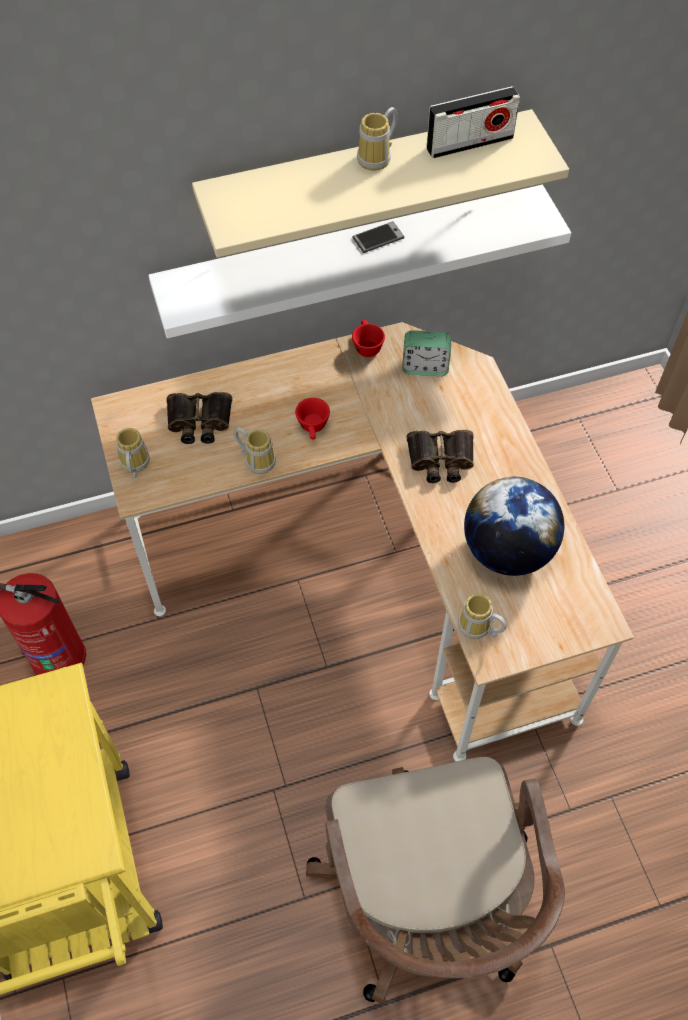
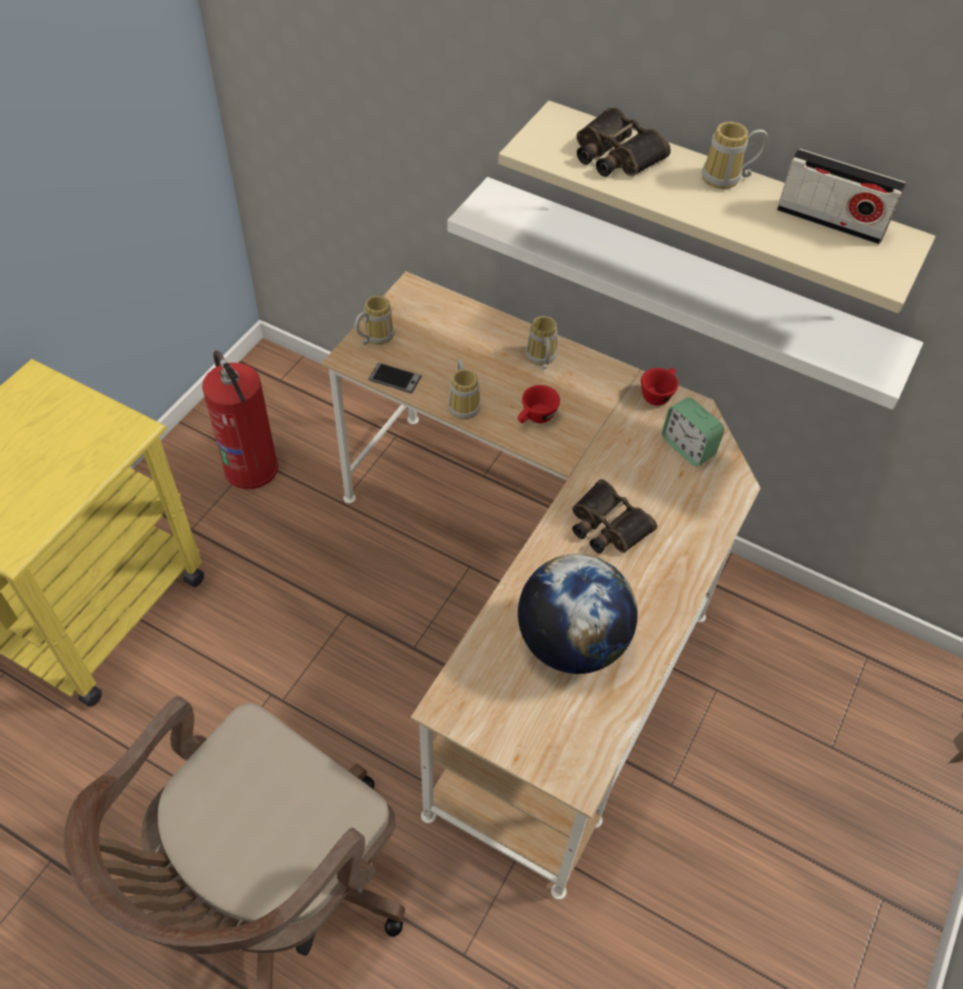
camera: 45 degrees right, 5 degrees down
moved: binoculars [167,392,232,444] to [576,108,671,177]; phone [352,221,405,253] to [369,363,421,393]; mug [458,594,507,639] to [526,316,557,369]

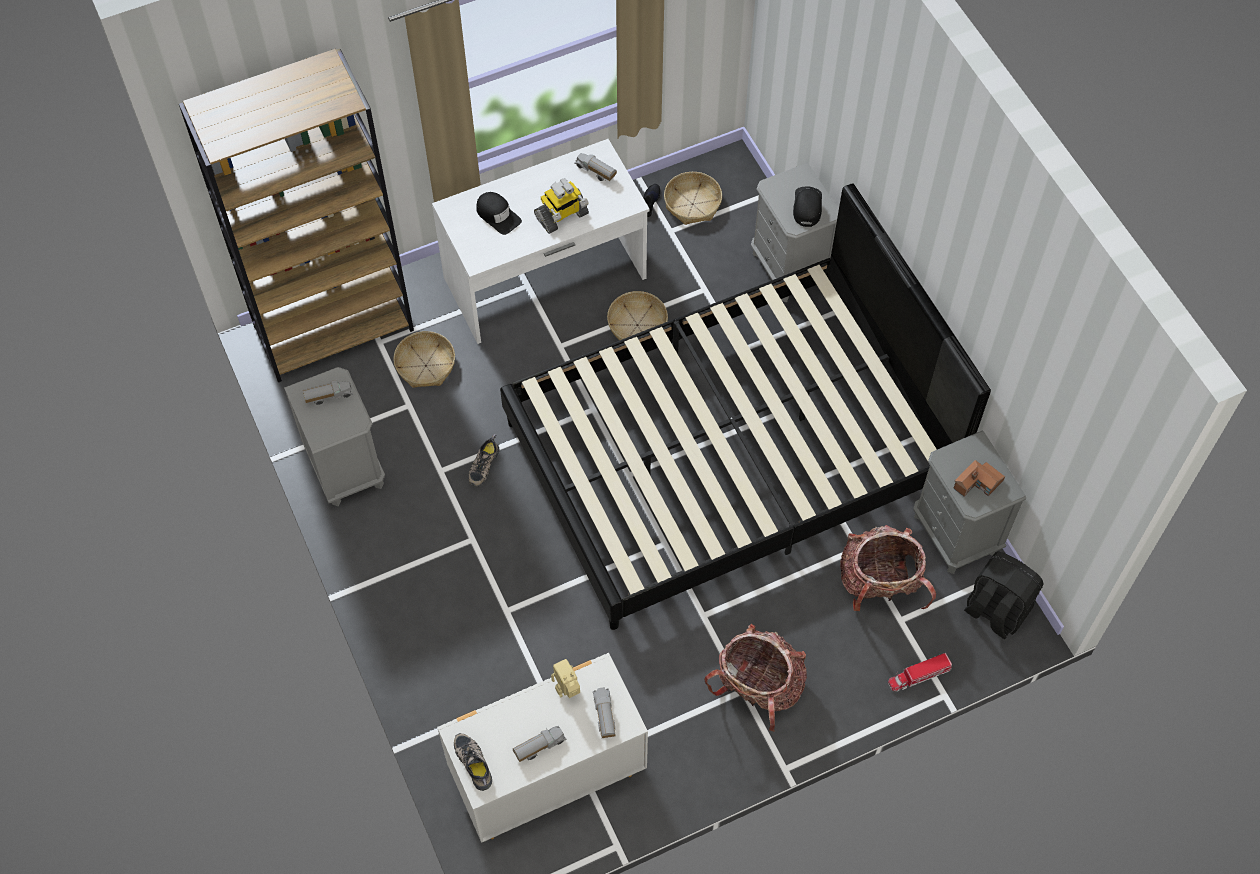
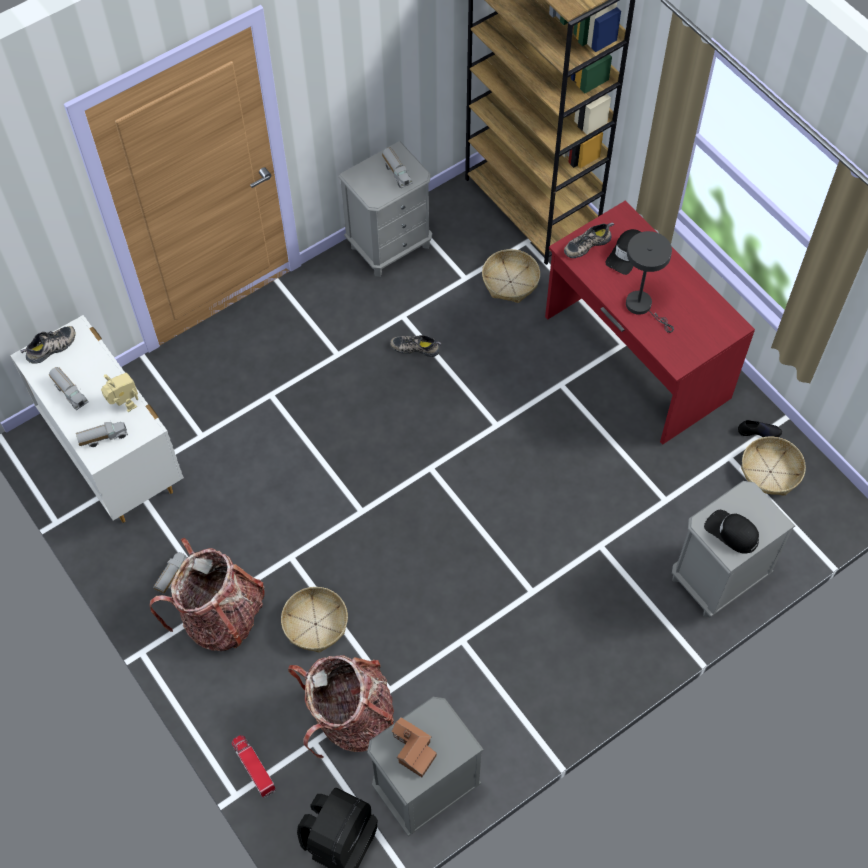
camera: 80 degrees right, 0 degrees up
removed: black bed [500,183,991,630]
added: shoe [564,223,614,258]
moved: toy truck [575,153,617,181] to [153,552,188,594]; basket [607,291,668,340] to [281,587,348,653]
replaced: toy robot [534,178,589,234] to grey table lamp [626,231,674,333]
recoloured: white desk [432,139,650,344] to red desk [545,200,755,445]
turned: black cap [793,187,822,227] = [704,510,759,554] 135 degrees counterclockwise

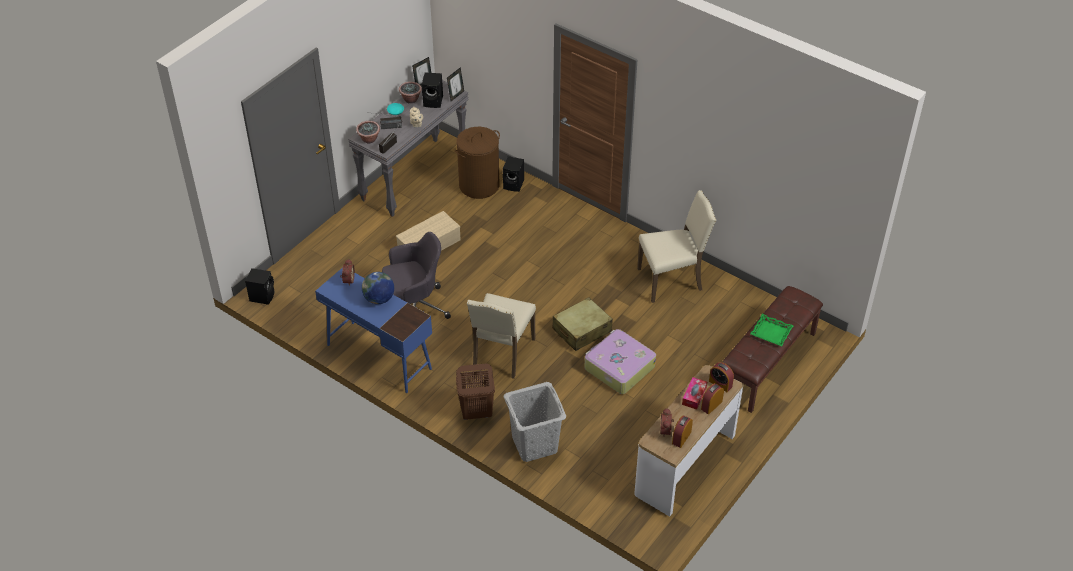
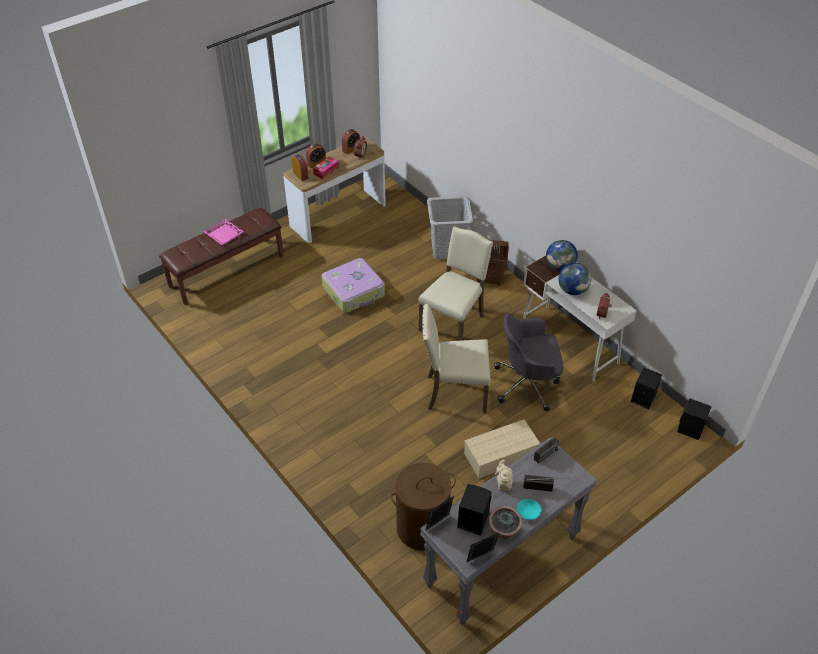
camera: 165 degrees left, 0 degrees up
removed: potted plant [356,121,380,143]; beige suitcase [552,297,613,351]
added: globe [546,240,578,271]
moved: black speaker [503,156,524,192] to [631,368,662,409]; beige chair [637,190,717,303] to [423,304,491,413]
recoloured: blue desk [315,268,432,393] to white desk [523,255,637,382]; green tray [750,314,793,346] to pink tray [203,219,244,245]

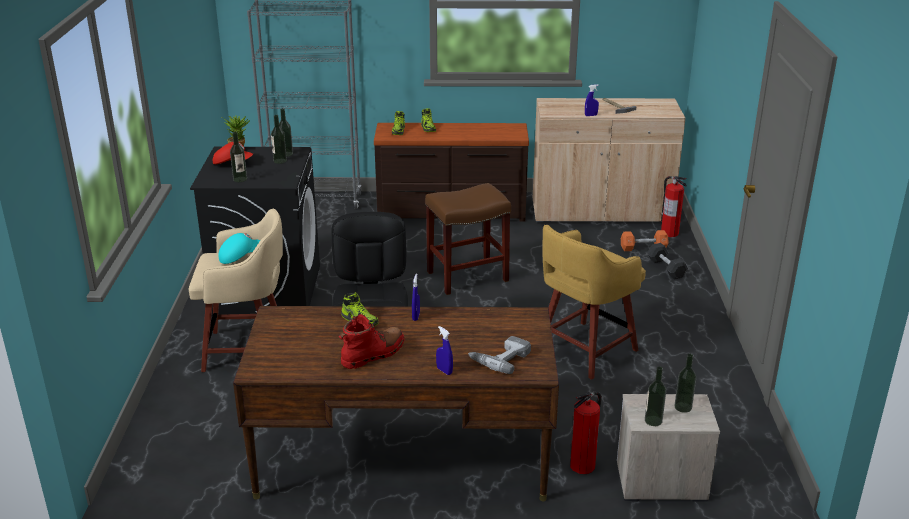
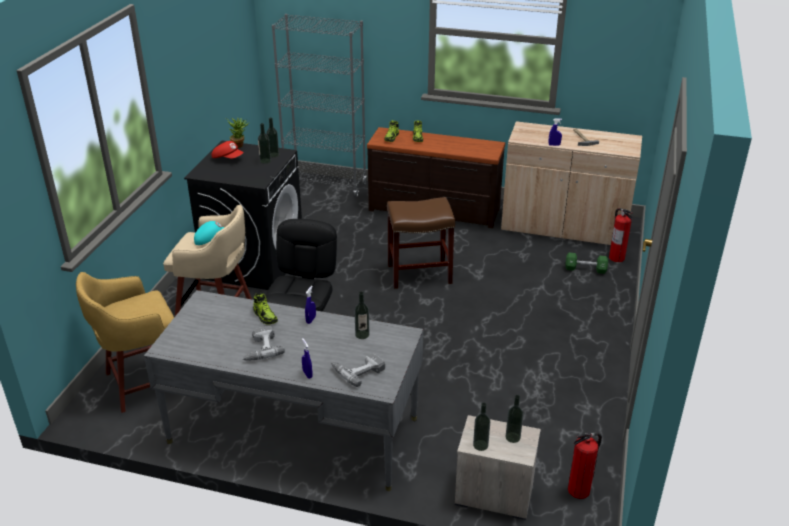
camera: 15 degrees right, 5 degrees up
removed: black dumbbell [647,243,688,279]
moved: bottle [230,132,247,182] to [354,292,369,339]; yellow stool [542,225,646,380] to [76,272,174,413]; fire extinguisher [570,391,602,474] to [568,432,602,499]
replaced: red boot [338,314,405,369] to power drill [242,326,285,361]
recoloured: brown desk [233,306,559,501] to grey desk [144,290,423,491]; orange dumbbell [621,230,669,251] to green dumbbell [565,253,608,274]

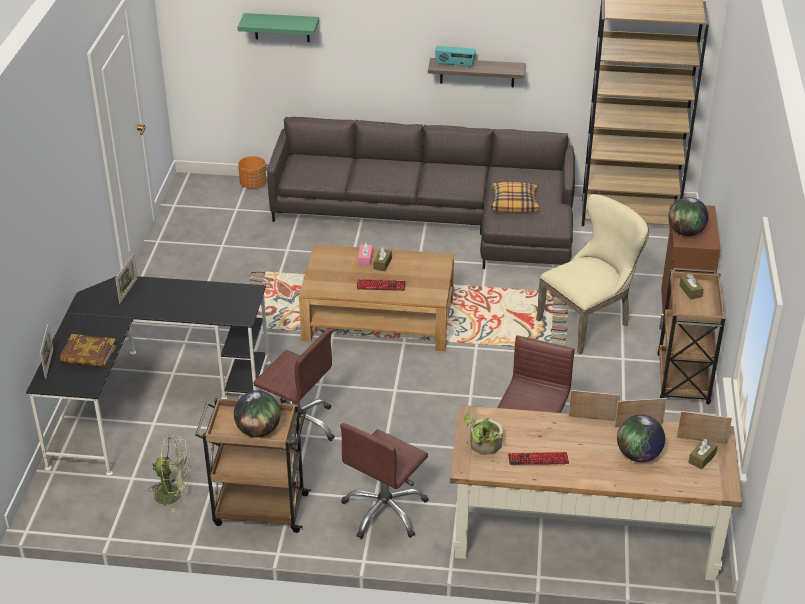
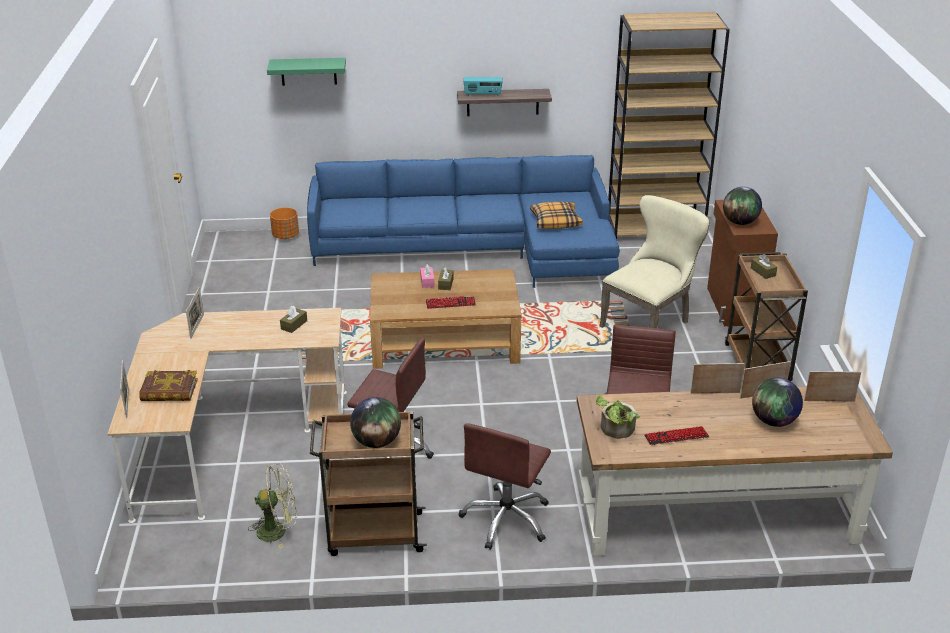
camera: 10 degrees left, 5 degrees down
moved: brown tissue box [688,439,718,470] to [280,306,307,333]
recoloured: black desk [26,276,271,476] to beige desk [108,308,347,523]; grey sofa [267,117,575,269] to blue sofa [307,155,620,288]

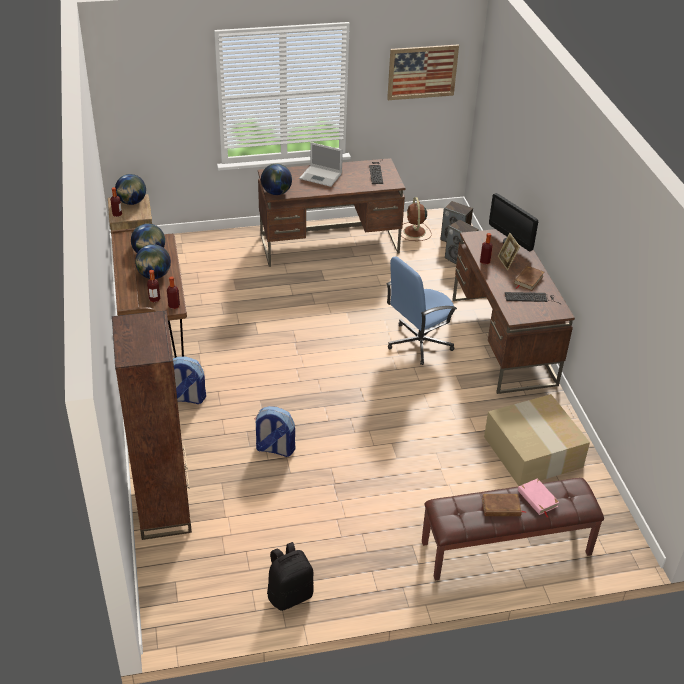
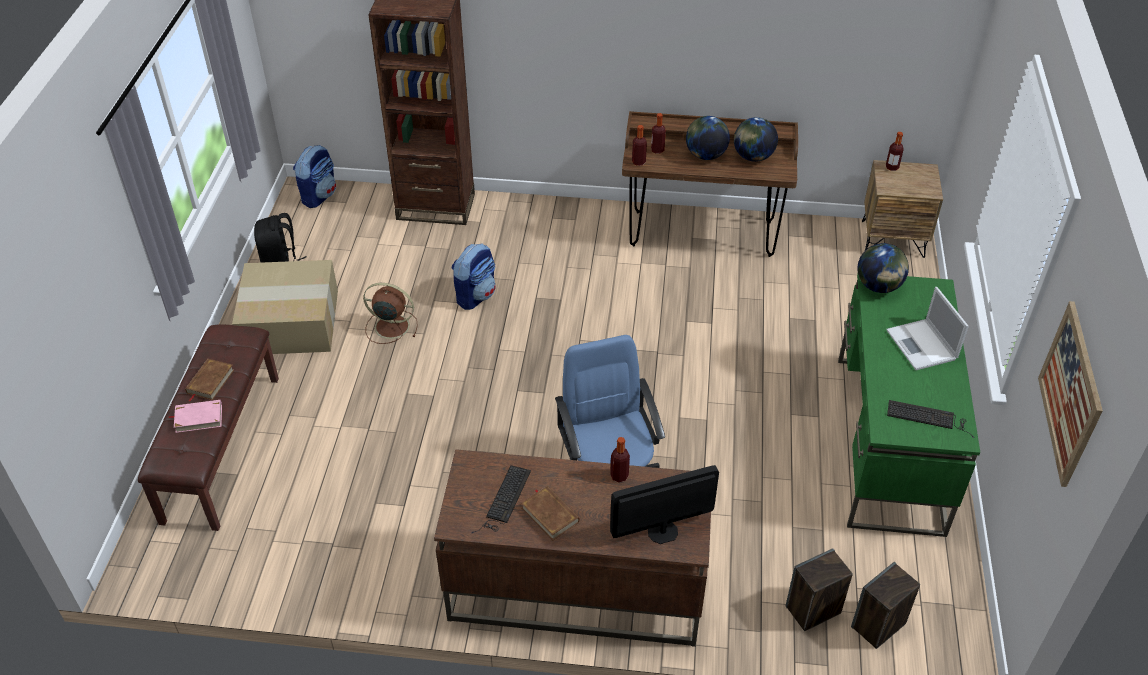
camera: 110 degrees right, 5 degrees up
removed: globe [115,174,146,205]; picture frame [498,233,520,270]
moved: backpack [173,356,206,404] to [293,145,336,208]; brown fan [402,197,432,241] to [363,283,418,344]; cardboard box [484,394,590,486] to [232,260,338,354]
recoloured: brown desk [258,158,406,267] to green desk [838,274,980,537]
turned: laptop [299,142,343,187] = [886,287,969,370] 60 degrees counterclockwise

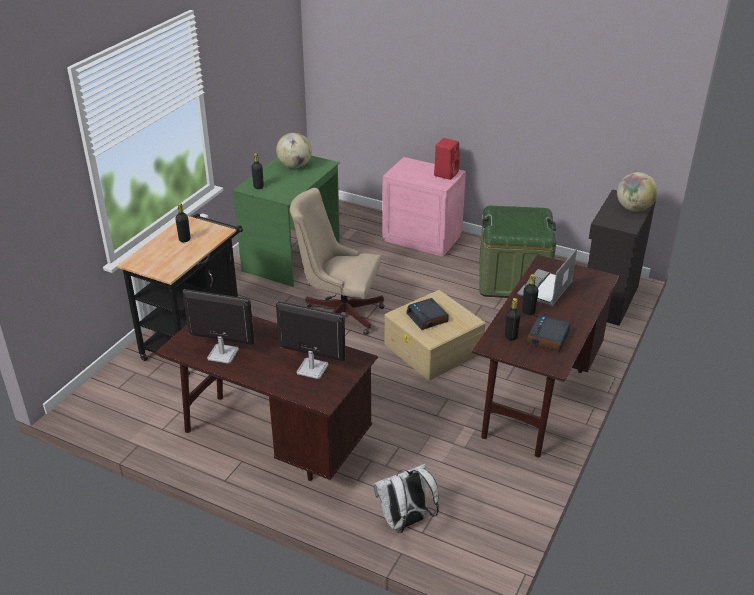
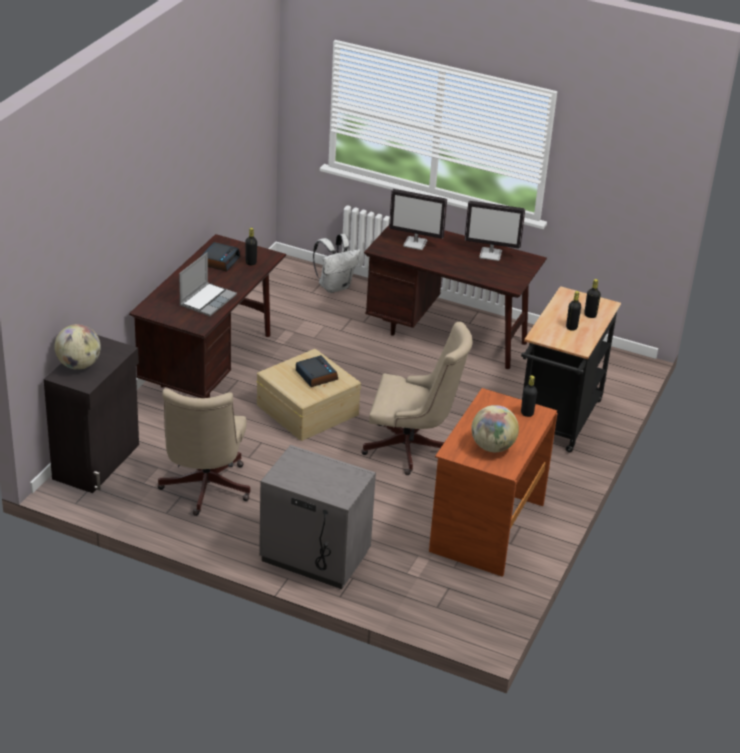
camera: 175 degrees right, 0 degrees up
removed: red speaker [434,138,460,180]
moved: black bottle [522,274,539,315] to [584,279,601,318]
replaced: green storage box [479,206,556,298] to beige office chair [157,388,250,516]
recoloured: green desk [233,155,340,287] to brown desk [429,388,557,577]; pink nightstand [382,157,466,257] to grey nightstand [259,445,376,589]

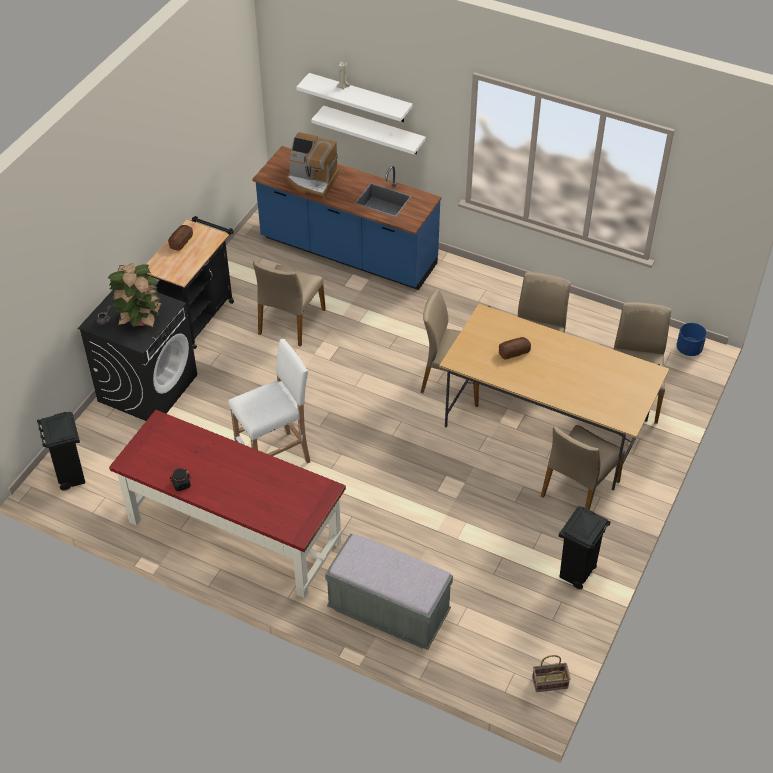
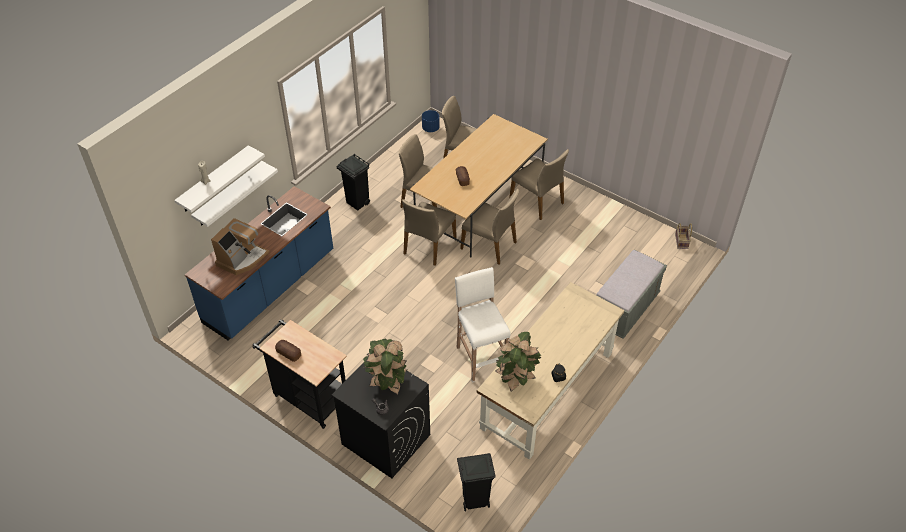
camera: 80 degrees left, 0 degrees up
added: potted plant [495,332,541,392]
moved: beige chair [253,261,326,346] to [460,189,519,264]; black trash can [559,506,611,590] to [337,154,370,211]
recoloured: red desk [109,410,346,598] to beige desk [477,282,624,460]

